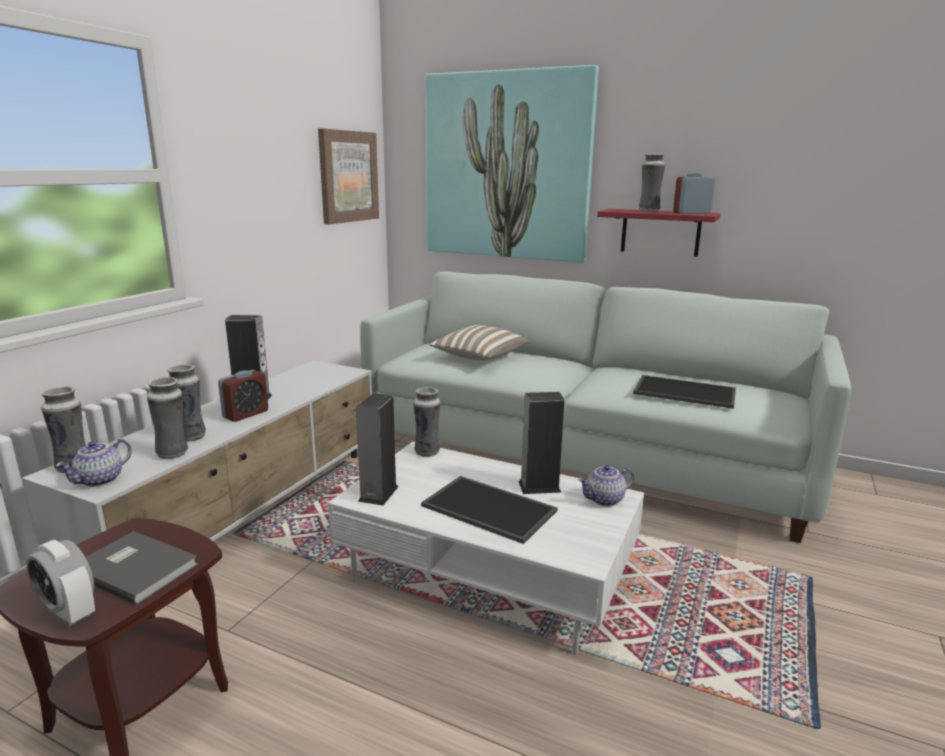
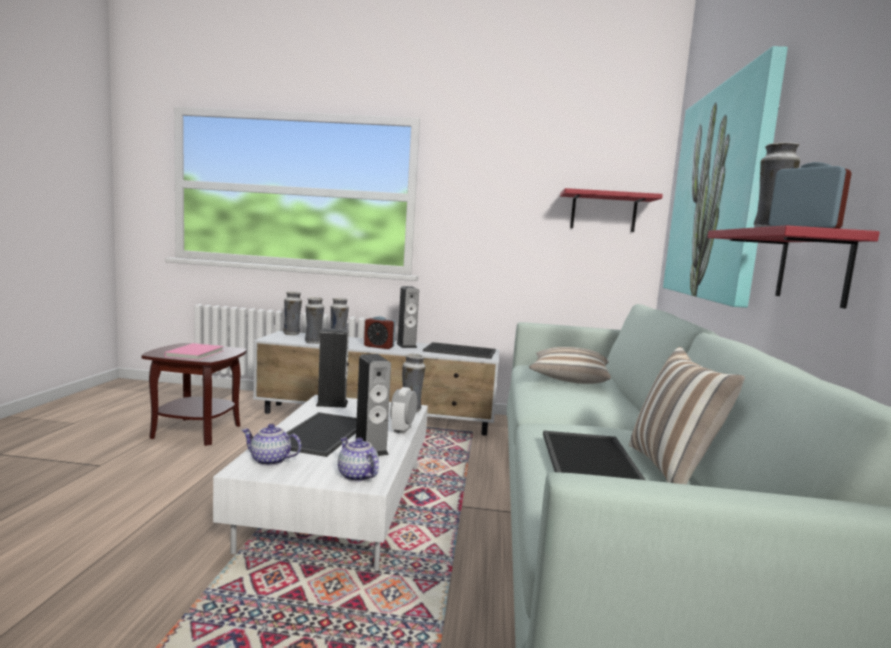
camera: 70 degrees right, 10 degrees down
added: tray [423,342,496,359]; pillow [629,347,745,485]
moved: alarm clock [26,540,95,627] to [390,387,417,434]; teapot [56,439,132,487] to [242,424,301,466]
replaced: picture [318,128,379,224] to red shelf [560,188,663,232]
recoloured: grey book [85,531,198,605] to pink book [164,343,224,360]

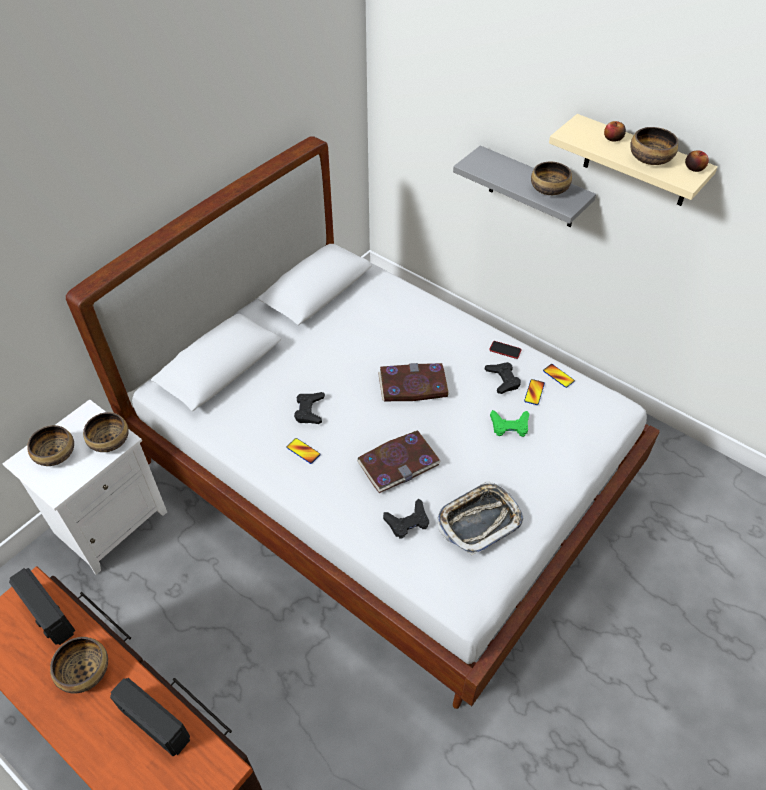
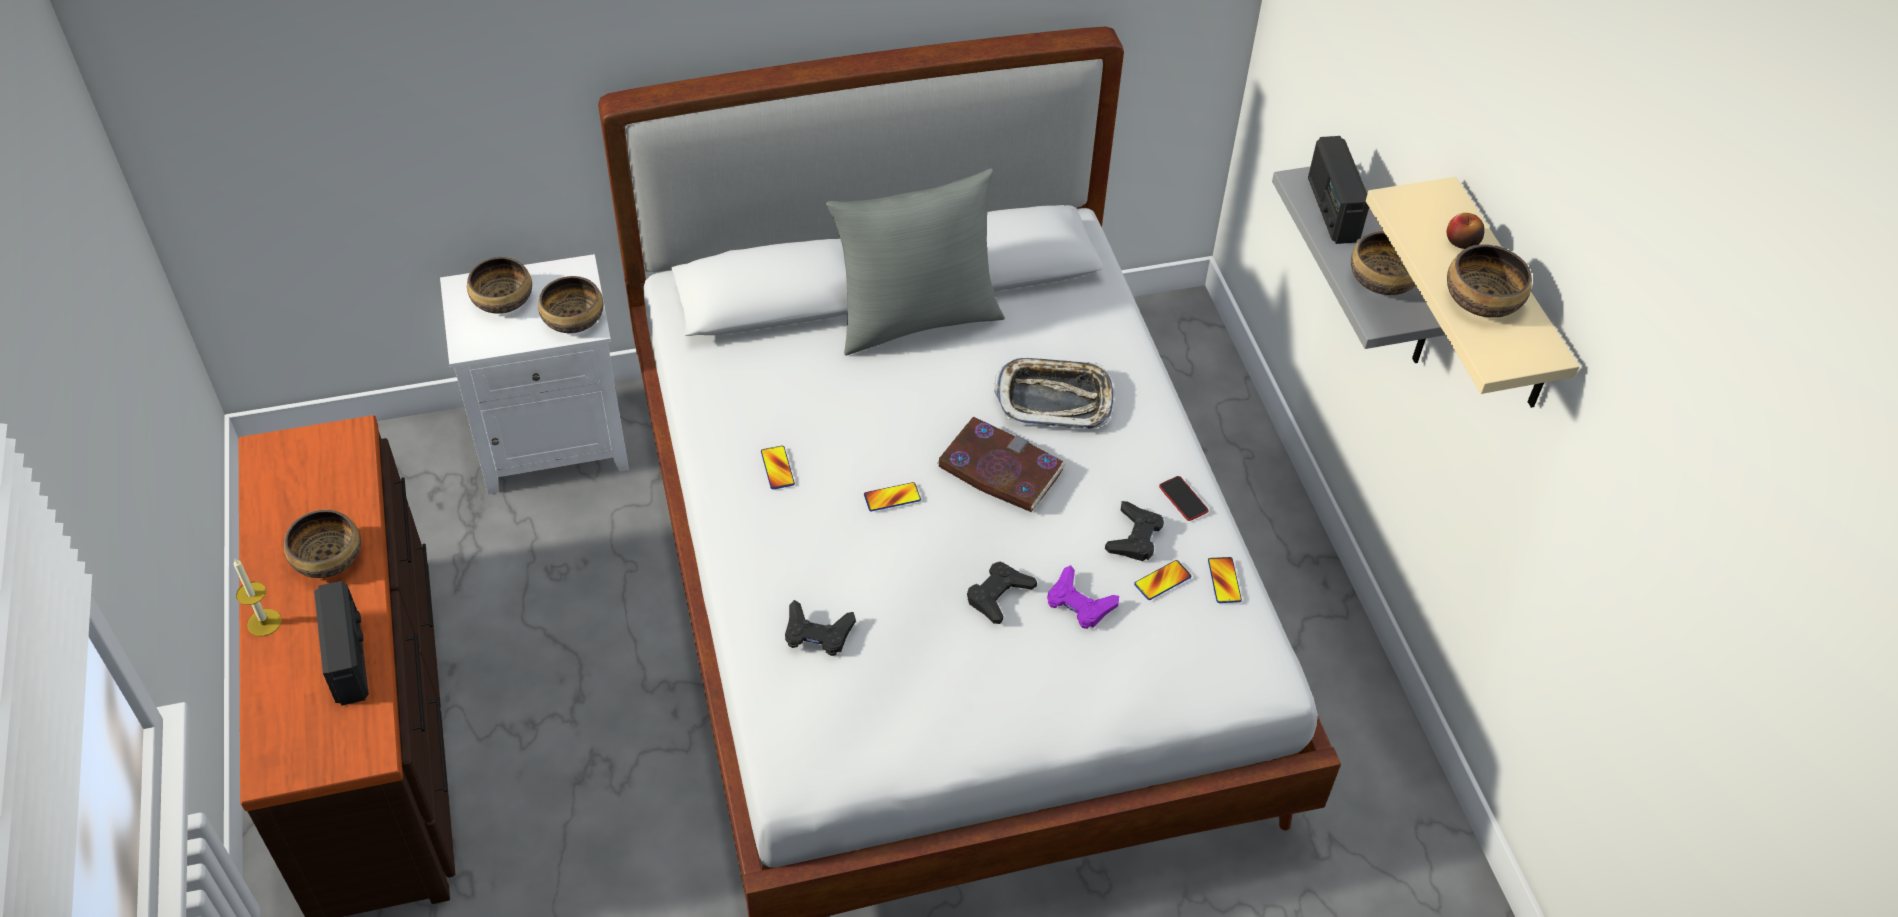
camera: 35 degrees right, 0 degrees up
removed: book [357,430,441,493]; apple [685,151,709,172]
added: candle [234,559,282,636]; grey pillow [826,168,1005,356]; phone [864,482,921,511]
moved: radio [9,568,75,645] to [1308,136,1369,244]; black game controller [294,392,325,424] to [967,561,1037,624]; tray [437,481,524,555] to [994,358,1115,429]
recoloured: green game controller [490,410,529,437] to purple game controller [1047,565,1119,629]

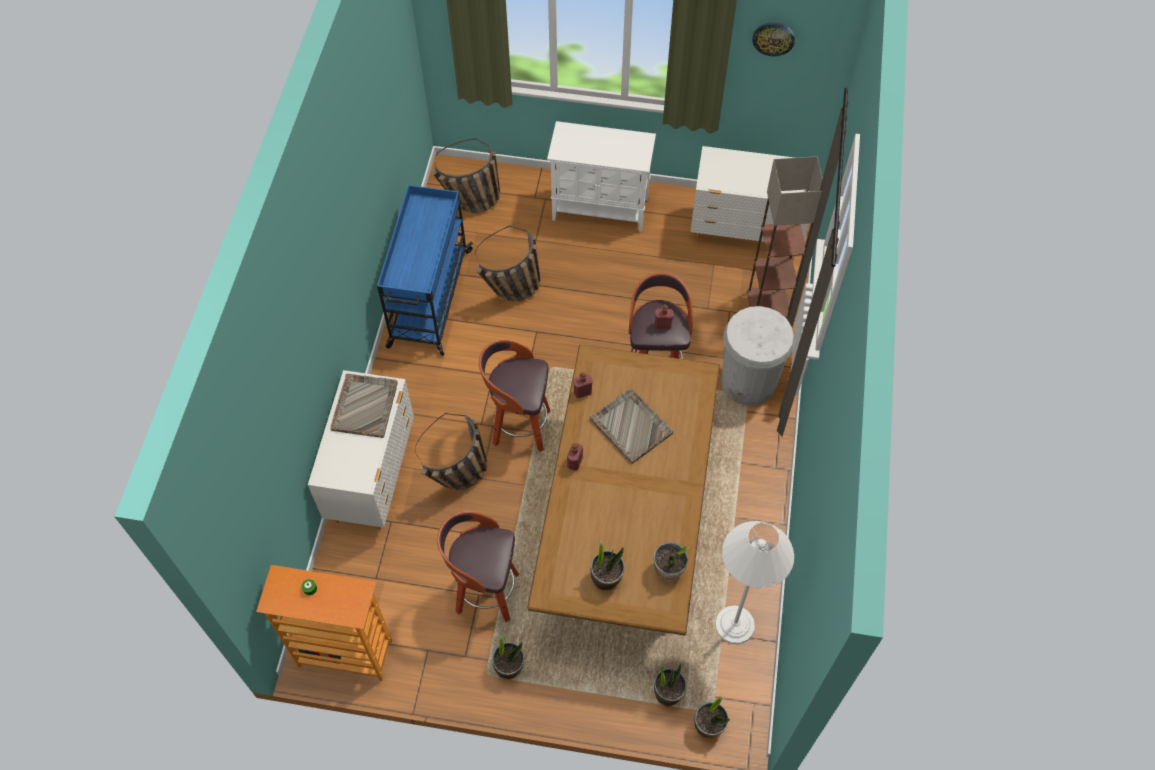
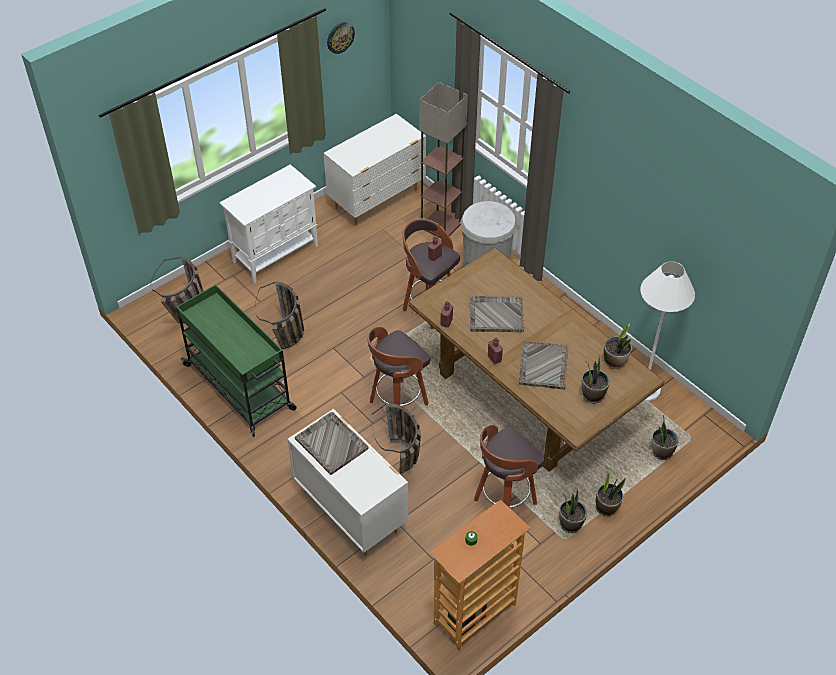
camera: 50 degrees left, 10 degrees down
added: grey tray [519,341,568,390]
moved: potted plant [694,696,730,739] to [596,471,626,516]
recoloured: blue cart [377,185,473,356] to green cart [176,284,297,437]

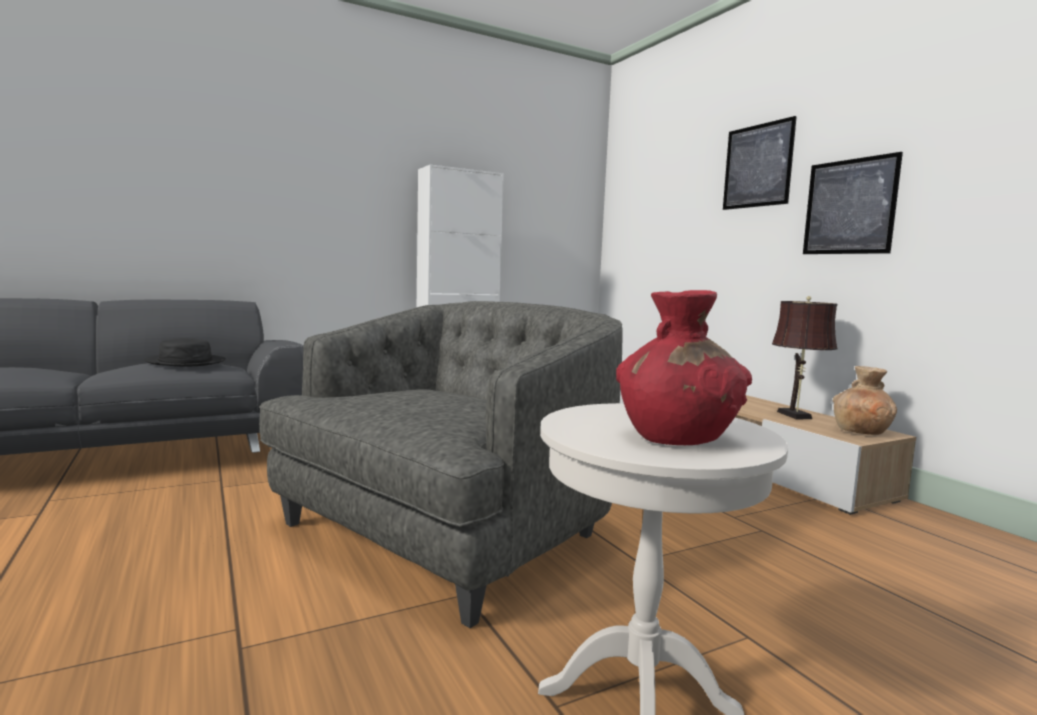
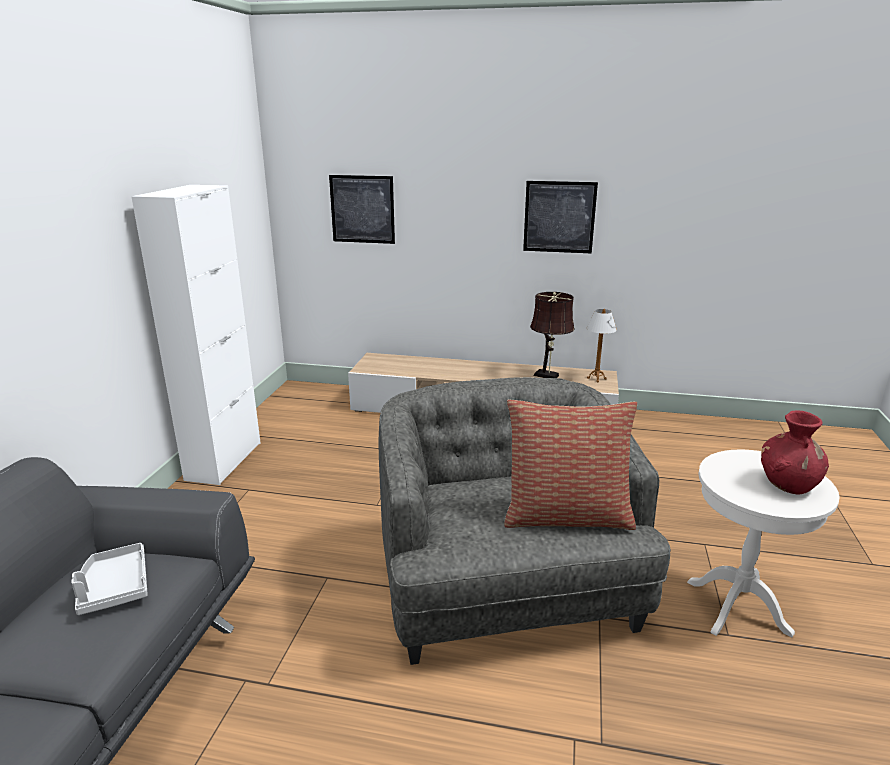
camera: 50 degrees left, 15 degrees up
added: pillow [504,399,637,530]
moved: picture [723,116,797,210] to [329,175,395,244]
replaced: black hat [144,338,226,367] to grey tray [71,543,148,615]; brown vase [833,366,897,435] to table lamp [587,309,617,382]

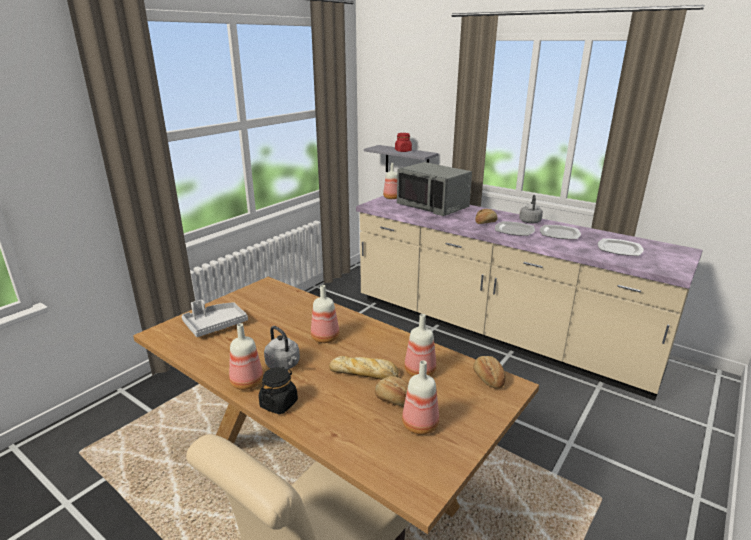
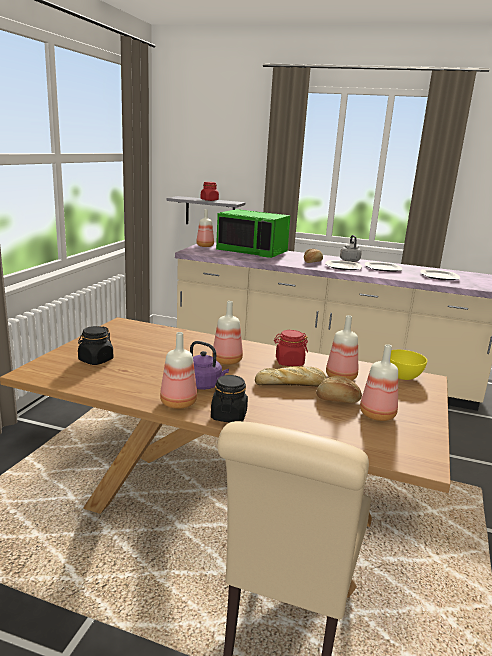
camera: 20 degrees left, 5 degrees down
added: red jar [274,330,308,366]
replaced: grey tray [182,300,248,337] to black jar [78,326,113,365]; bread [473,356,506,389] to yellow bowl [390,350,427,380]
recoloured: grey kettle [264,326,300,370] to purple kettle [190,341,229,390]; grey microwave [397,162,472,216] to green microwave [216,209,290,258]

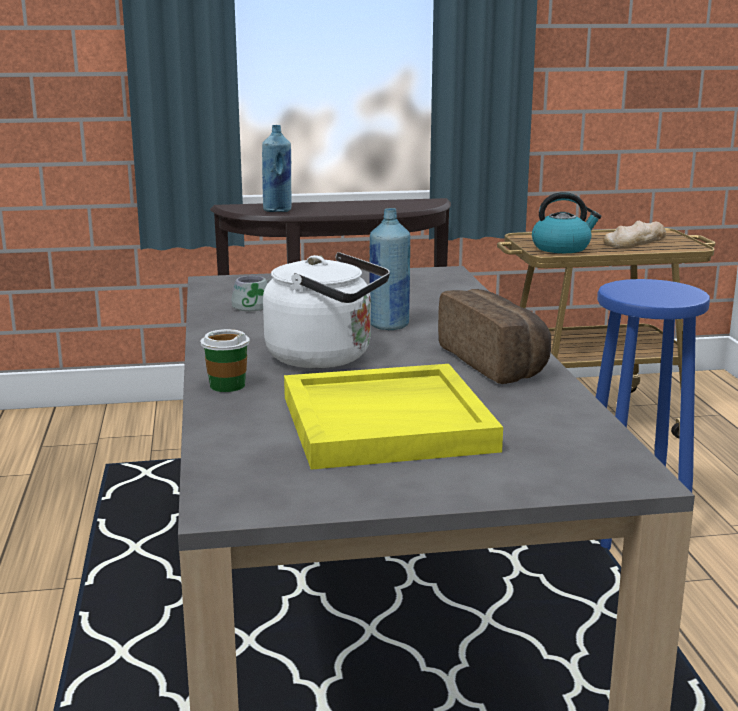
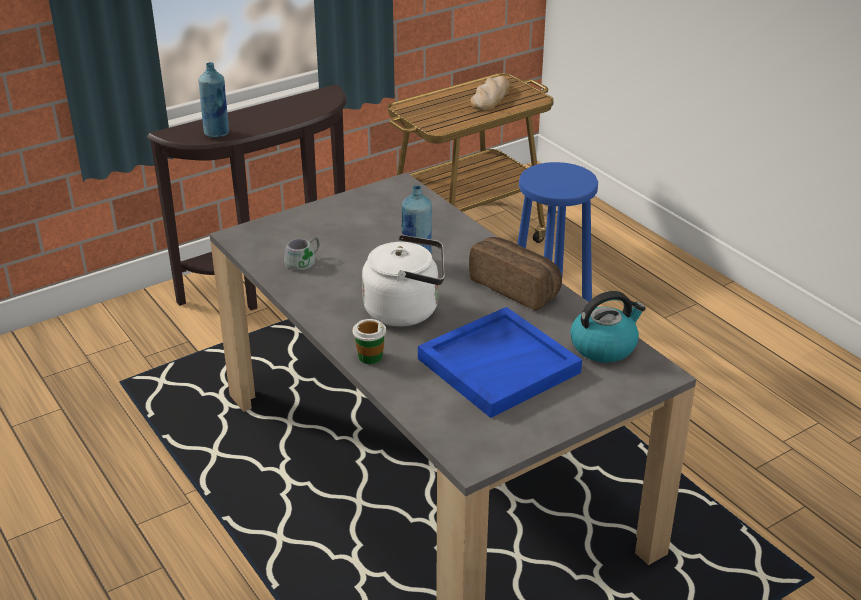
camera: 25 degrees left, 15 degrees up
moved: kettle [532,192,601,253] to [570,291,646,362]
recoloured: yellow tray [284,364,503,470] to blue tray [418,307,582,418]

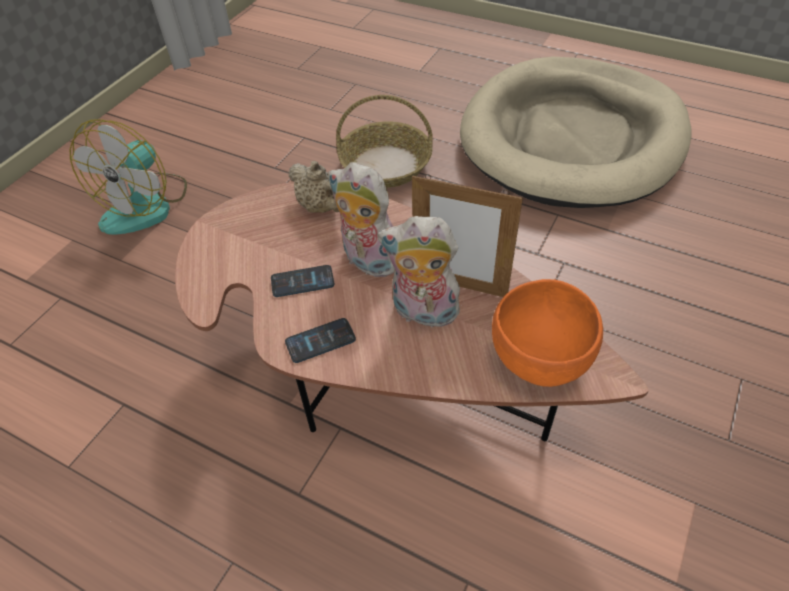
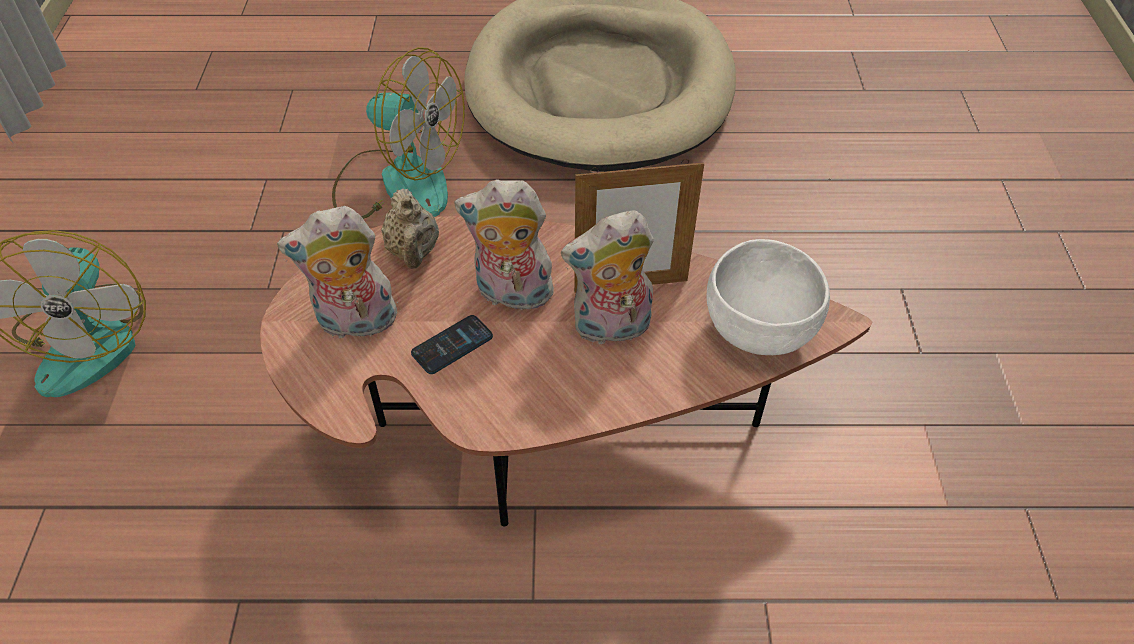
camera: 30 degrees left, 0 degrees up
removed: phone [285,318,356,363]
added: plush toy [277,206,401,338]
replaced: basket [336,95,433,188] to fan [332,47,465,219]
recoloured: orange bowl [492,279,603,387] to white bowl [706,239,830,355]
turned: beige teapot [289,161,339,213] = [381,189,439,269] 60 degrees clockwise

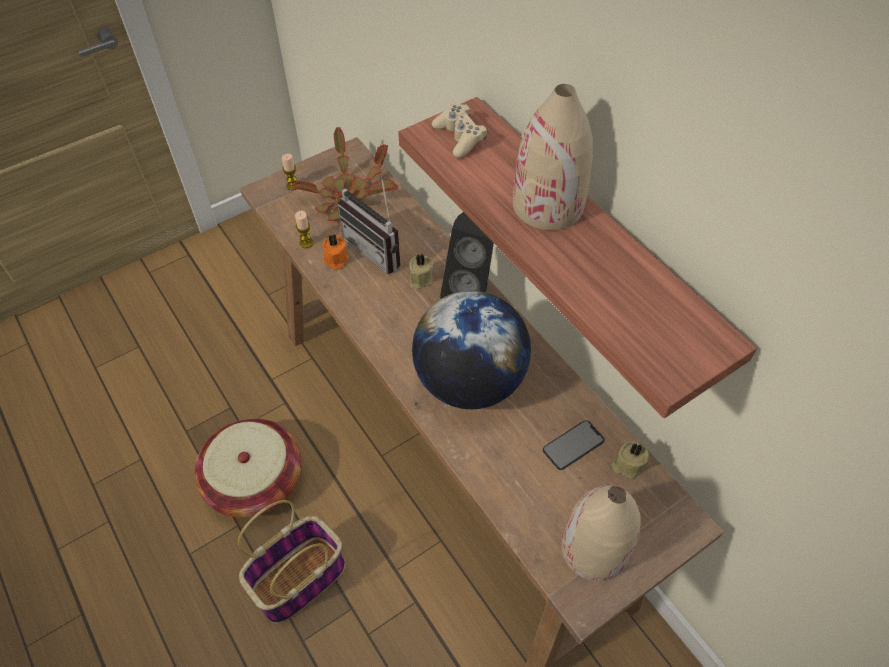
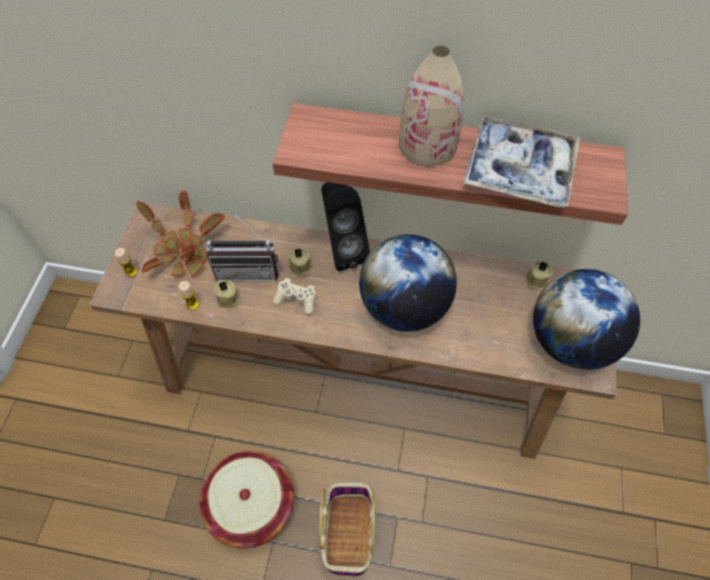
camera: 45 degrees left, 5 degrees up
removed: phone [543,420,604,470]
added: tray [463,116,581,208]
moved: beige game controller [432,104,487,158] to [273,278,316,315]
replaced: beige vase [561,485,641,581] to globe [533,269,640,370]
recoloured: orange candle [322,234,349,270] to beige candle [214,280,240,308]

